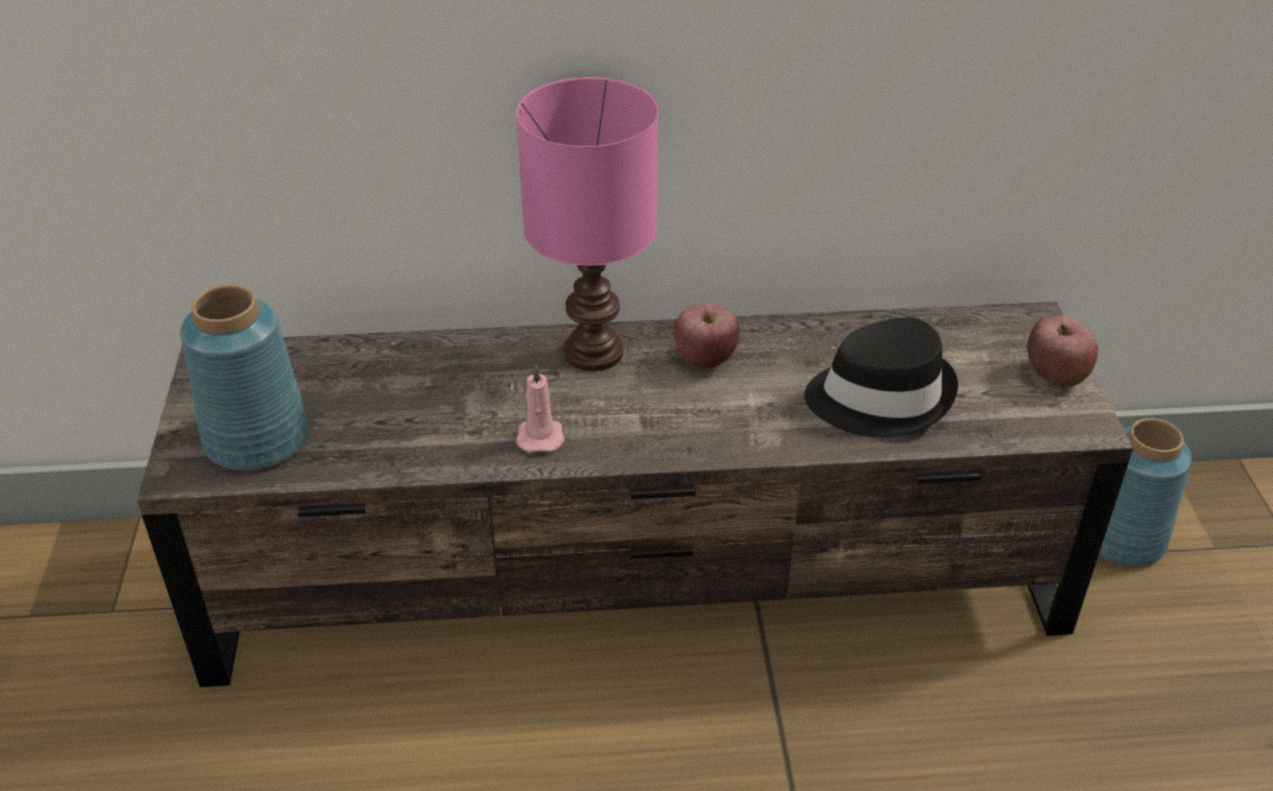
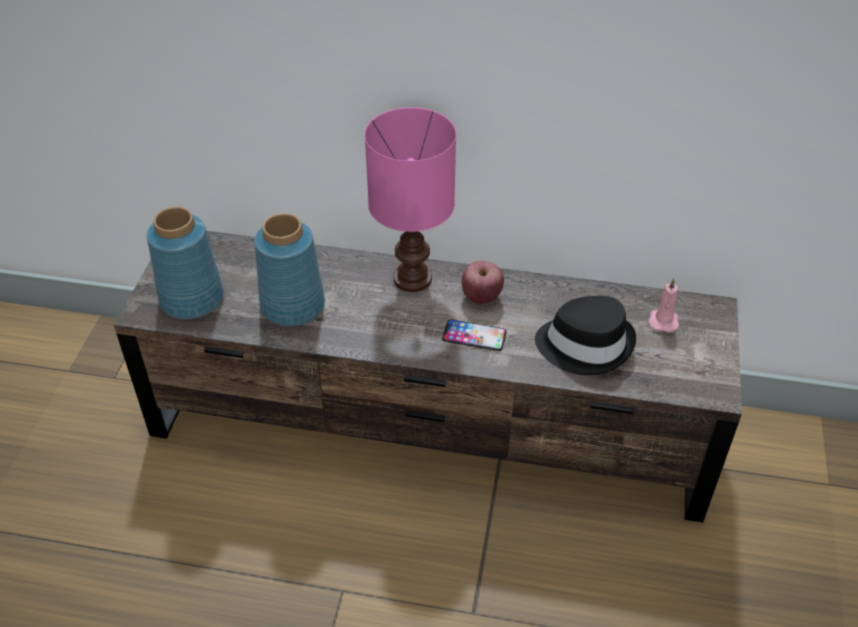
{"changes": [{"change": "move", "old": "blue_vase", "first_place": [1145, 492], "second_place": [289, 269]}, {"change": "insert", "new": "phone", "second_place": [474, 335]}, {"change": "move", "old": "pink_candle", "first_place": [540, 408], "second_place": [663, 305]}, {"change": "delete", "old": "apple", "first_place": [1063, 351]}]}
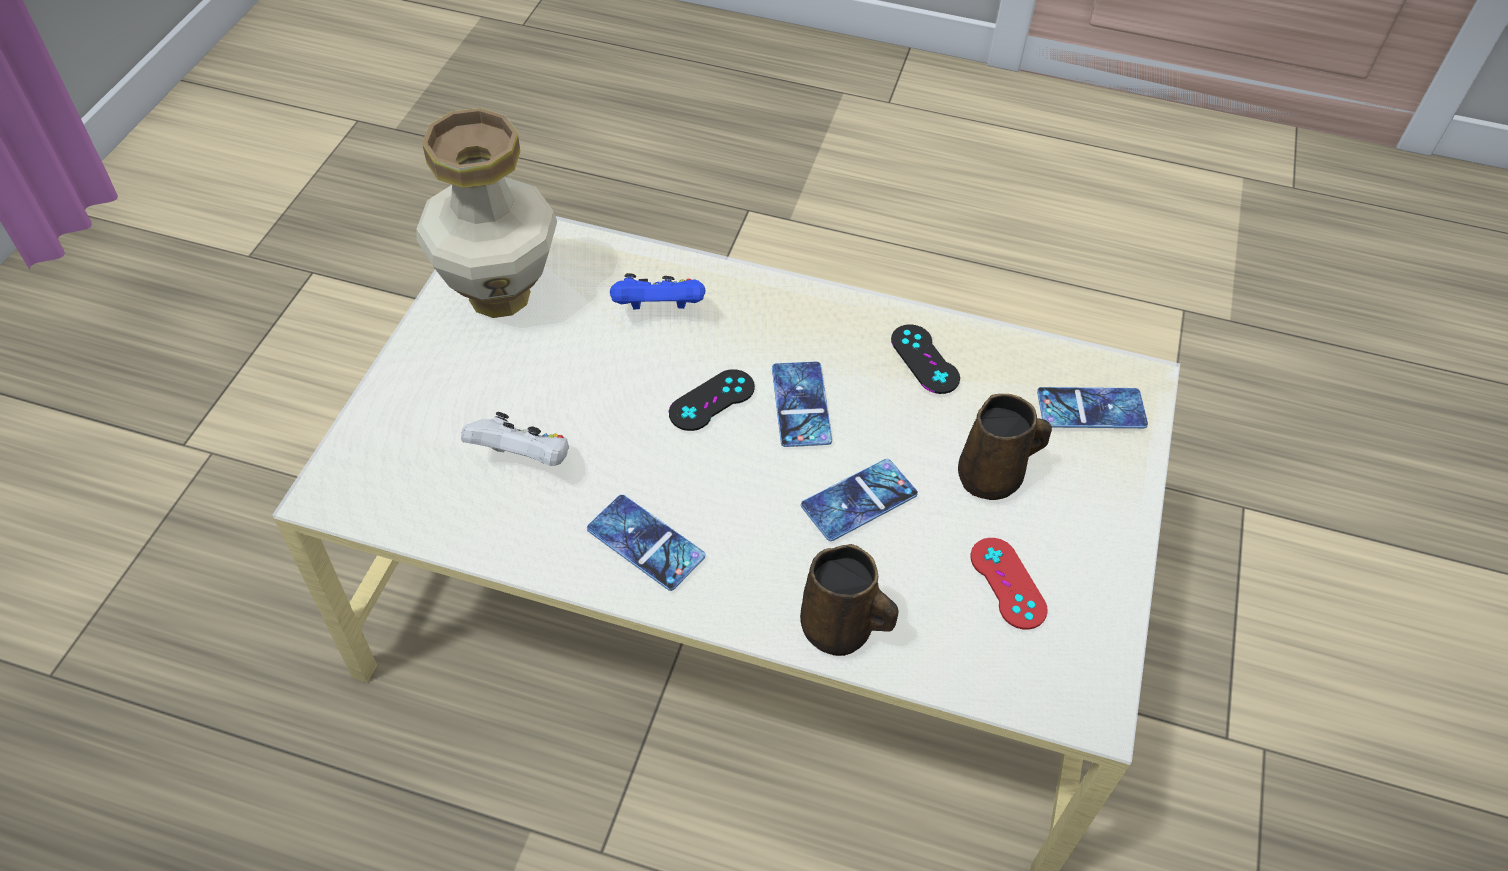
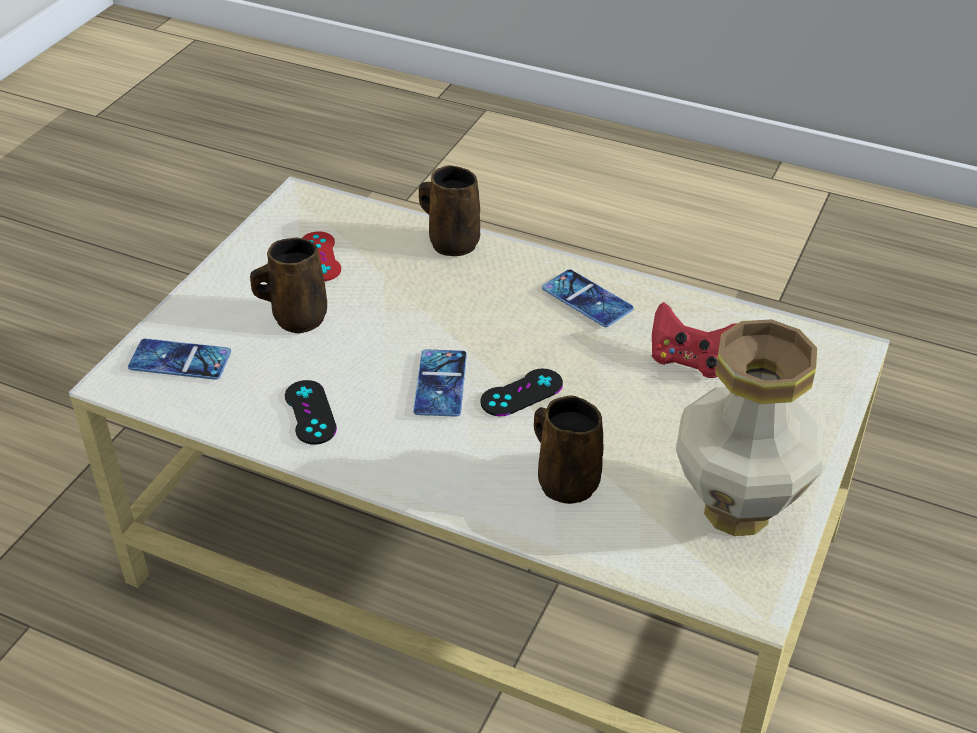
{"changes": [{"change": "replace", "old": "blue_game_controller", "new": "brown_mug", "first_place": [657, 291], "second_place": [569, 449]}, {"change": "recolor", "old": "white_game_controller", "new": "red_game_controller", "first_place": [515, 439], "second_place": [694, 340]}, {"change": "delete", "old": "phone", "first_place": [859, 500]}]}
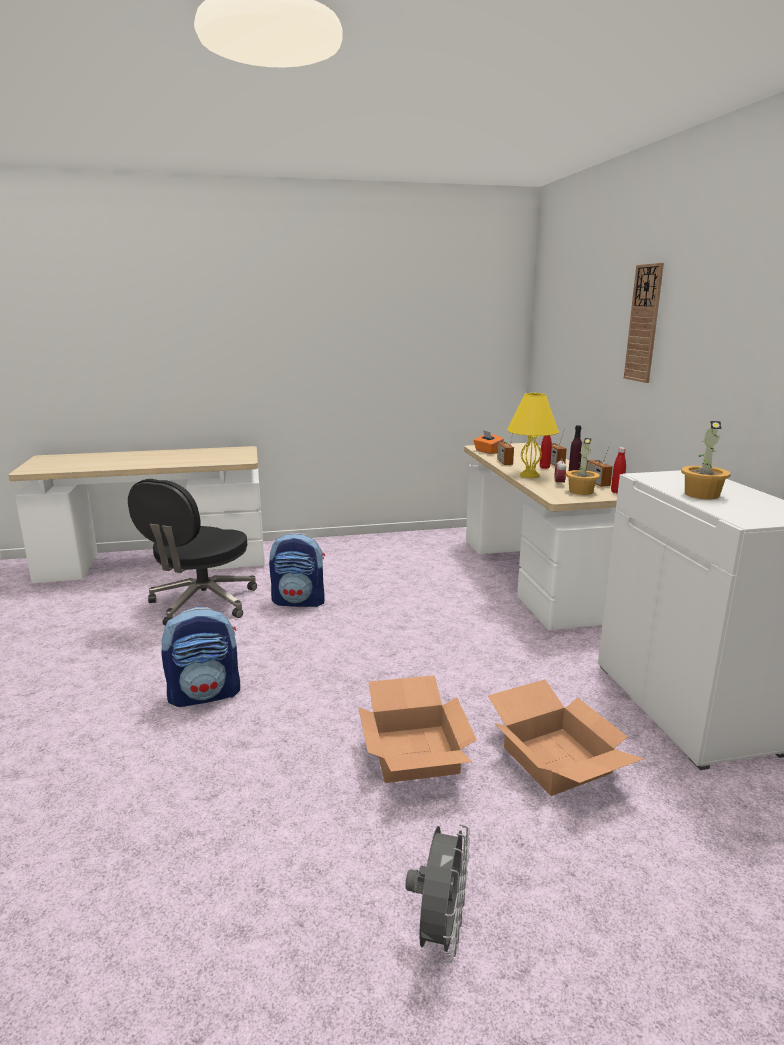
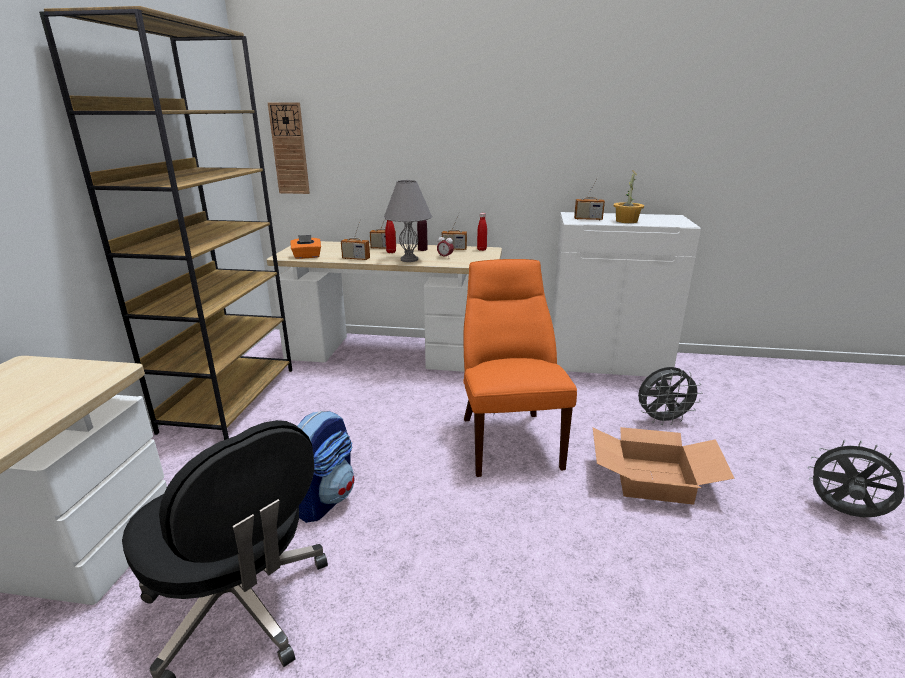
{"changes": [{"change": "insert", "new": "brown_bookcase", "second_place": [165, 223]}, {"change": "move", "old": "wall_clock", "first_place": [644, 323], "second_place": [289, 148]}, {"change": "recolor", "old": "yellow_table_lamp", "new": "grey_table_lamp", "first_place": [533, 435], "second_place": [408, 220]}, {"change": "insert", "new": "orange_chair", "second_place": [520, 368]}, {"change": "insert", "new": "radio", "second_place": [589, 199]}, {"change": "replace", "old": "cardboard_box", "new": "grey_fan", "first_place": [566, 737], "second_place": [670, 396]}, {"change": "delete", "old": "backpack", "first_place": [200, 657]}, {"change": "delete", "old": "potted_plant", "first_place": [583, 466]}]}
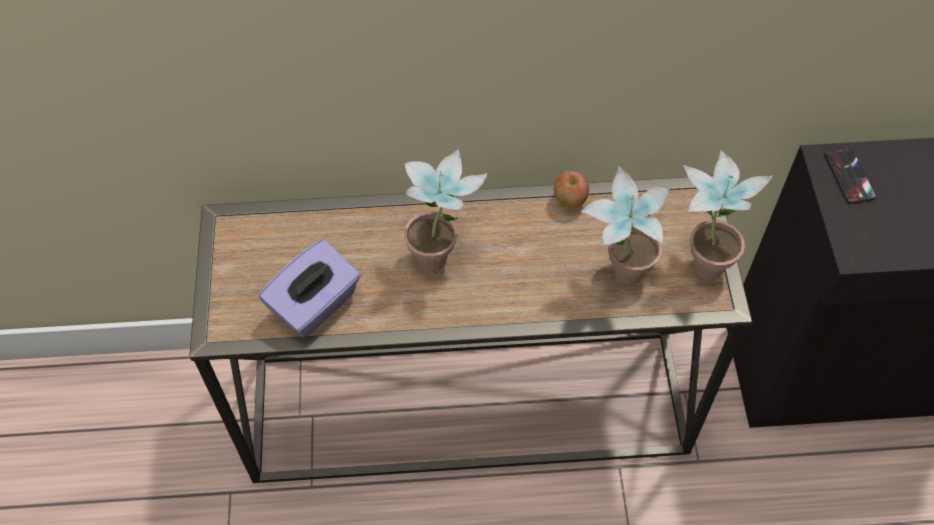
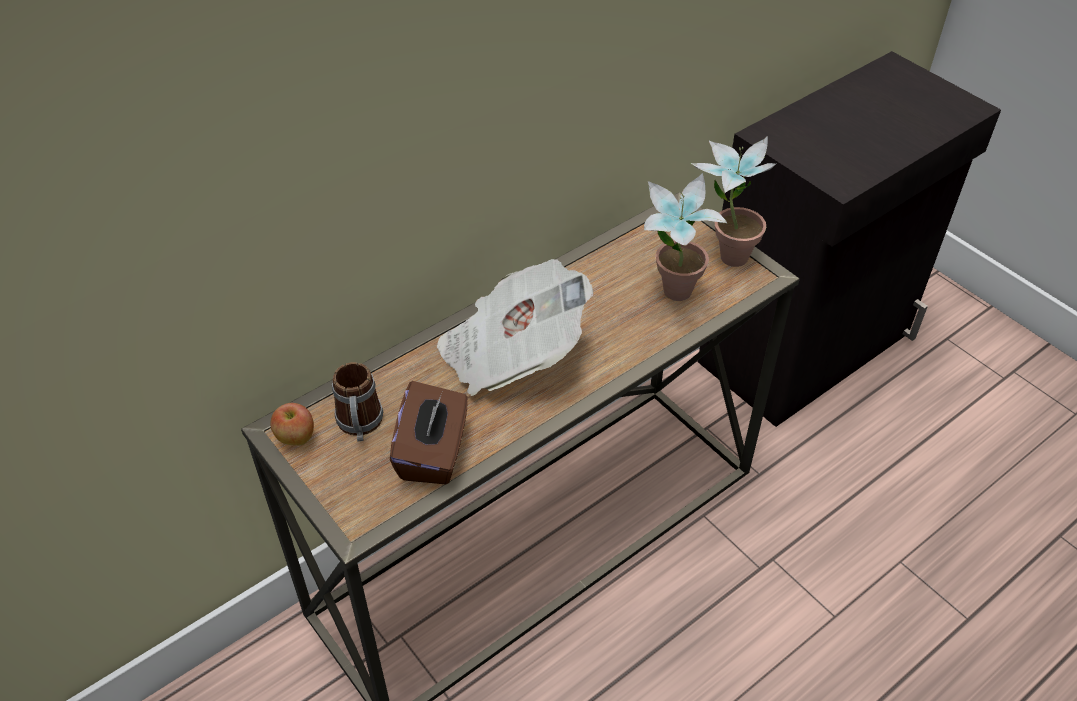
{"changes": [{"change": "move", "old": "apple", "first_place": [571, 190], "second_place": [292, 424]}, {"change": "insert", "new": "mug", "second_place": [357, 402]}, {"change": "recolor", "old": "purple_tissue_box", "new": "brown_tissue_box", "first_place": [309, 289], "second_place": [429, 432]}, {"change": "replace", "old": "potted_plant", "new": "newspaper", "first_place": [445, 210], "second_place": [515, 327]}, {"change": "delete", "old": "phone", "first_place": [850, 175]}]}
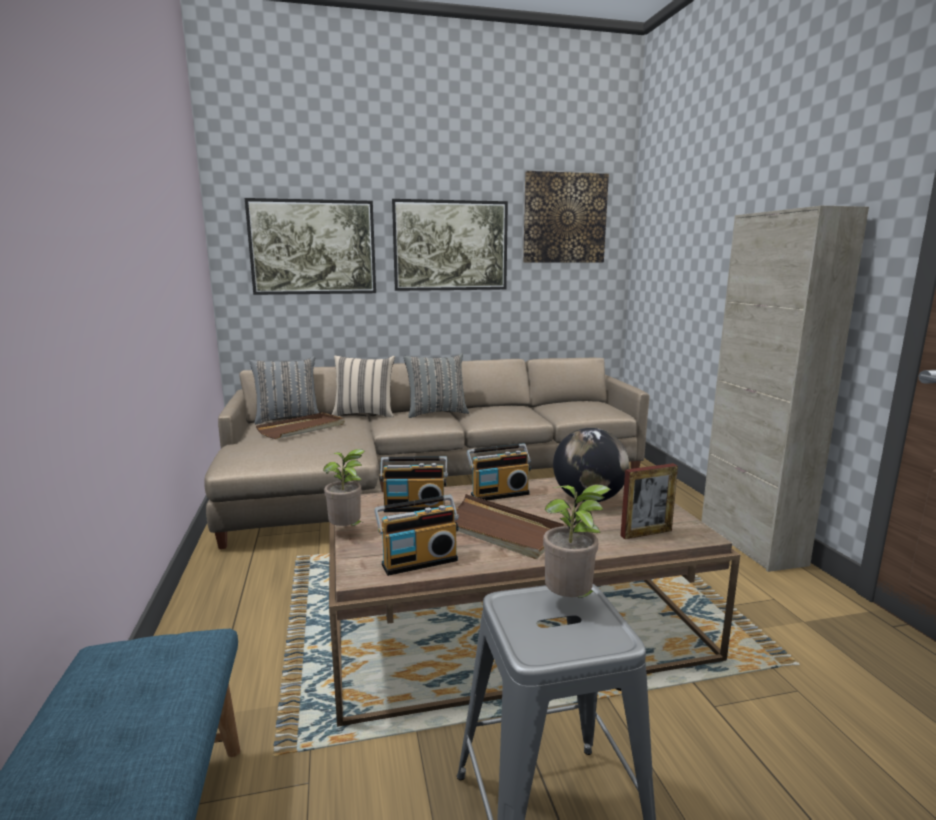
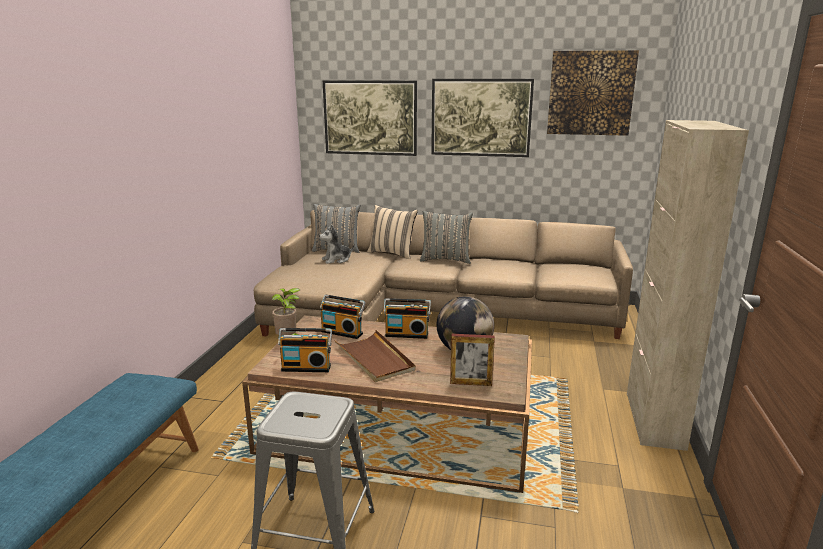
{"changes": [{"change": "replace", "old": "brown_tray", "new": "plush_toy", "first_place": [300, 425], "second_place": [337, 244]}, {"change": "delete", "old": "potted_plant", "first_place": [577, 541]}]}
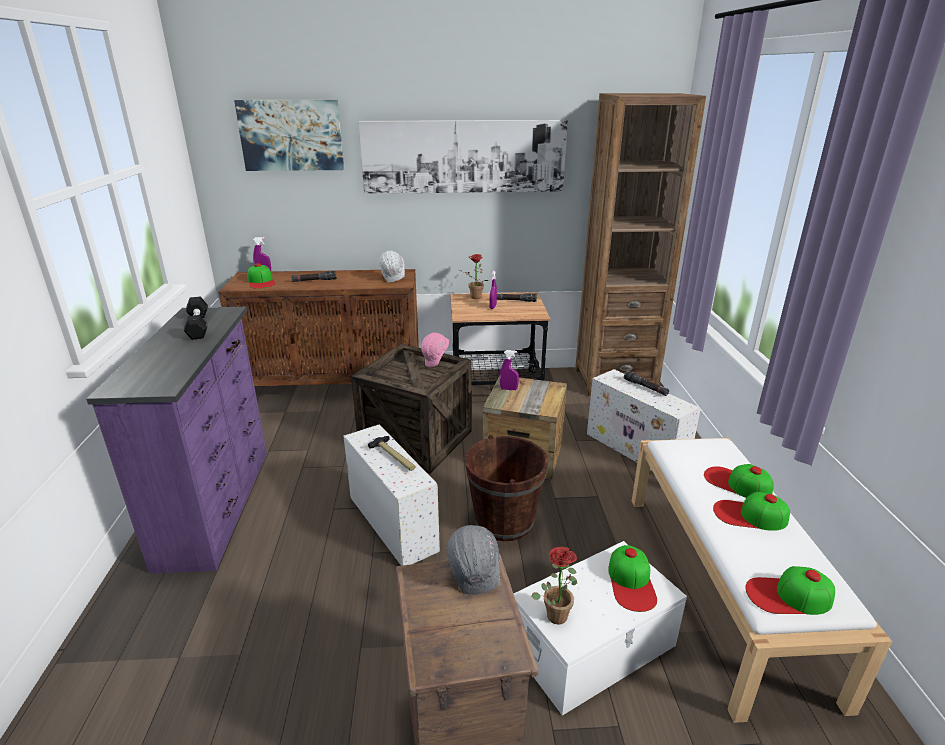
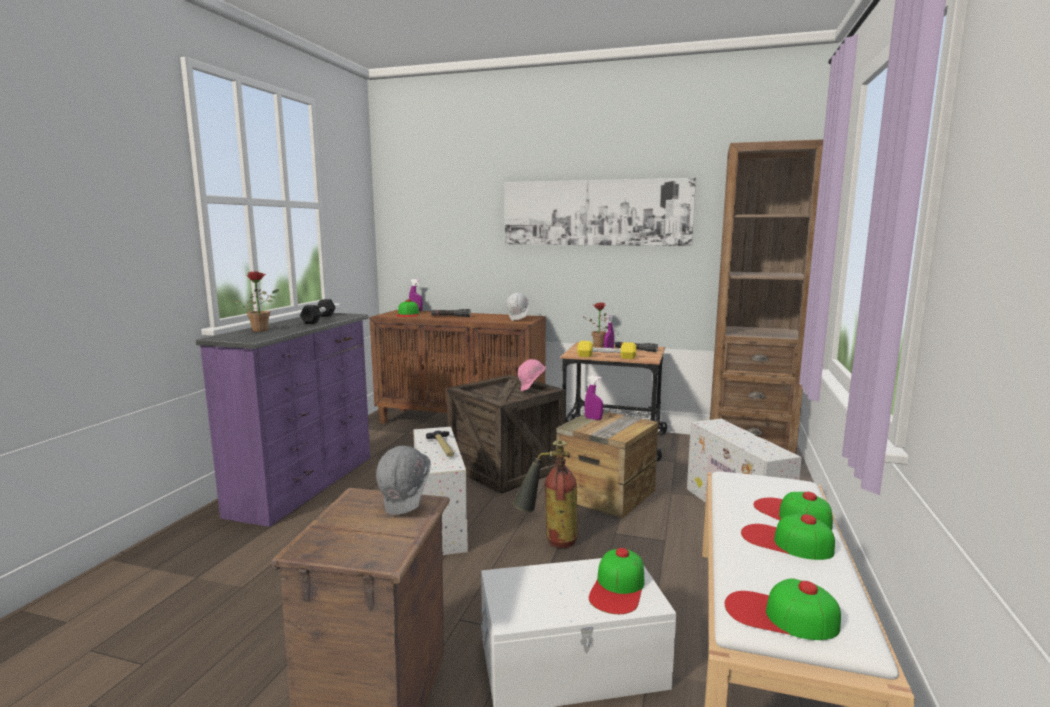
{"changes": [{"change": "move", "old": "potted_plant", "first_place": [554, 586], "second_place": [257, 301]}, {"change": "replace", "old": "brown_bucket", "new": "fire_extinguisher", "first_place": [507, 488], "second_place": [545, 494]}, {"change": "insert", "new": "yellow_dumbbell", "second_place": [606, 350]}, {"change": "delete", "old": "picture", "first_place": [289, 135]}, {"change": "delete", "old": "black_flashlight", "first_place": [646, 383]}]}
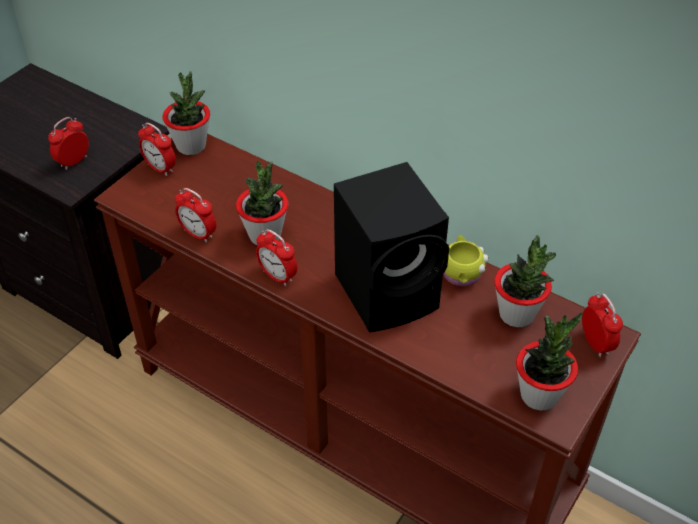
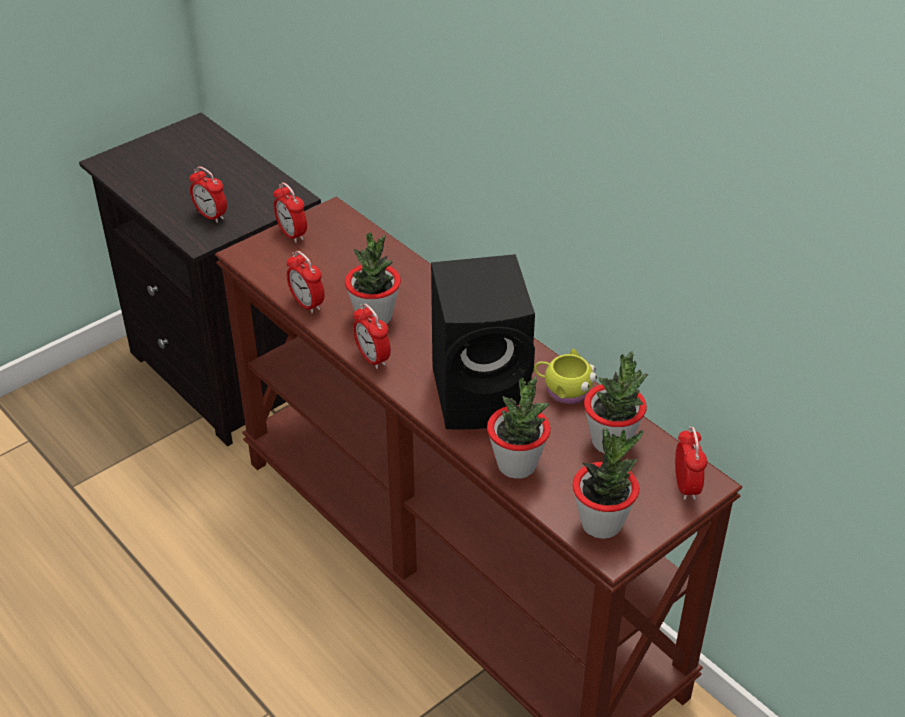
{"changes": [{"change": "rotate", "old": "alarm_clock", "first_place": [68, 143], "second_place": [208, 194], "degrees": -105}, {"change": "move", "old": "potted_plant", "first_place": [186, 113], "second_place": [519, 428]}]}
